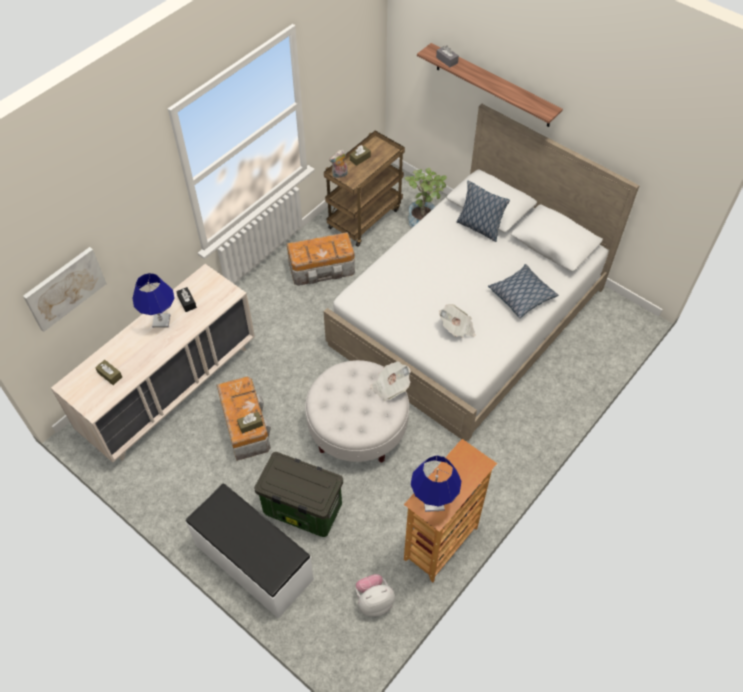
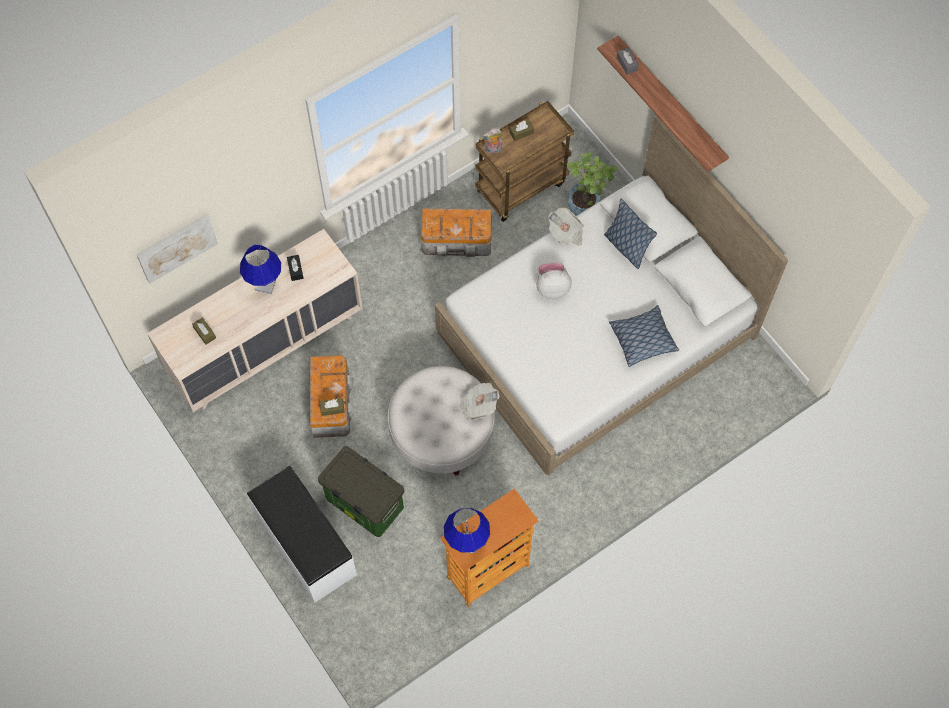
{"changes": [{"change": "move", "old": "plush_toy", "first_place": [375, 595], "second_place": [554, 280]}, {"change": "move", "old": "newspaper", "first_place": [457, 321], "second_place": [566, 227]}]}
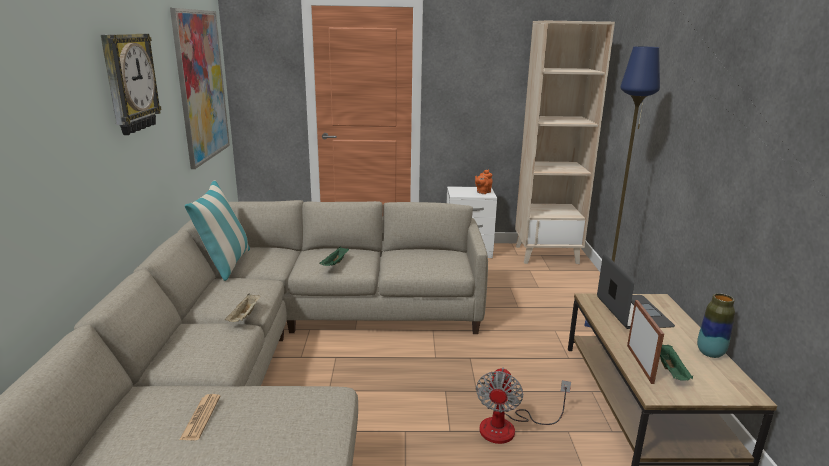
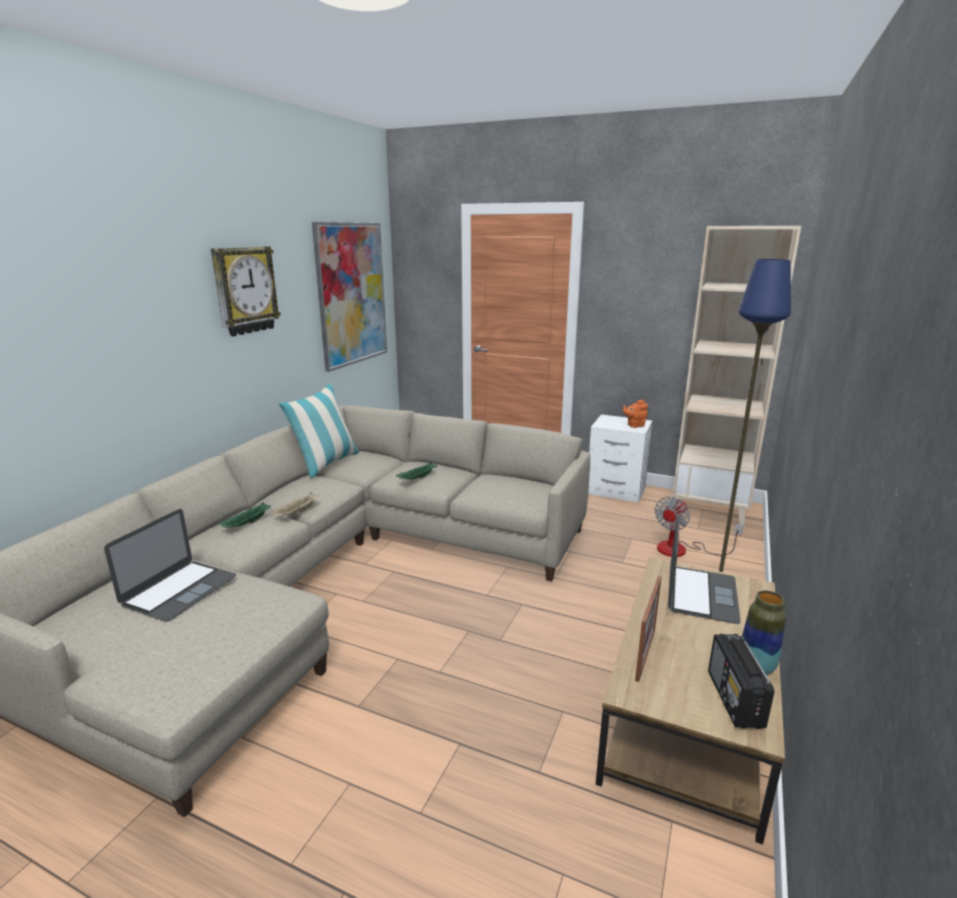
{"changes": [{"change": "replace", "old": "newspaper", "new": "laptop", "first_place": [200, 417], "second_place": [170, 565]}, {"change": "move", "old": "green_tray", "first_place": [676, 362], "second_place": [244, 515]}, {"change": "move", "old": "fan", "first_place": [523, 405], "second_place": [699, 527]}, {"change": "insert", "new": "radio", "second_place": [741, 681]}]}
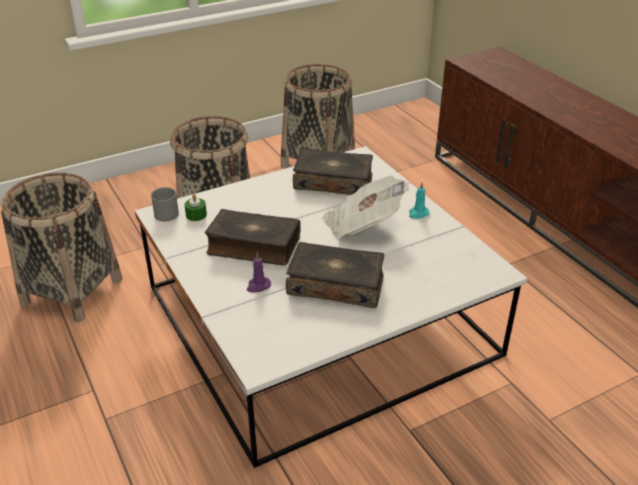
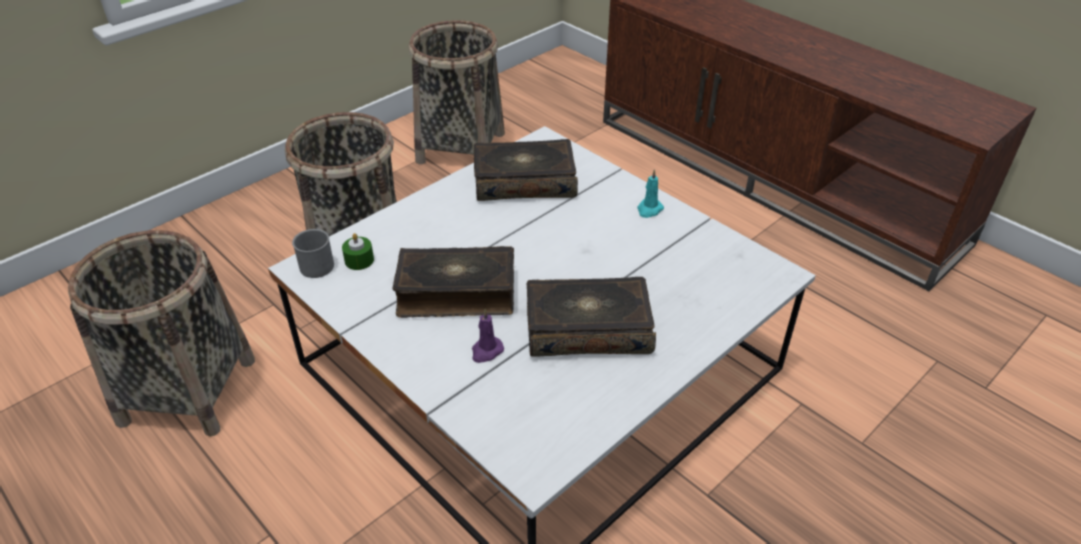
{"changes": [{"change": "delete", "old": "newspaper", "first_place": [365, 206]}]}
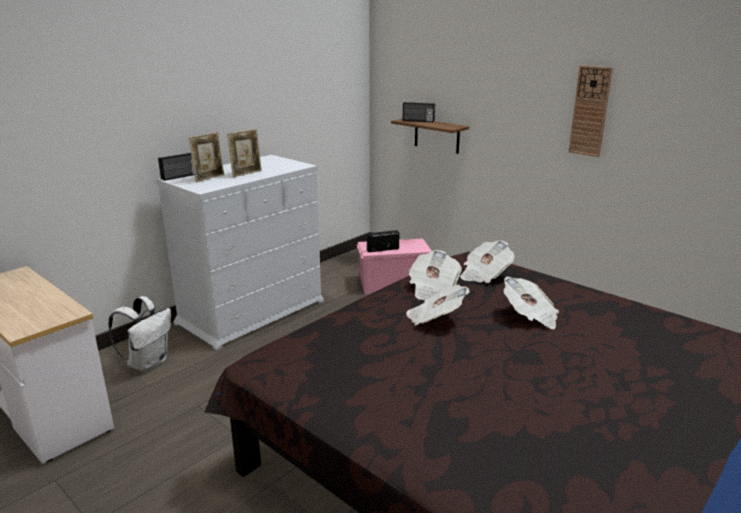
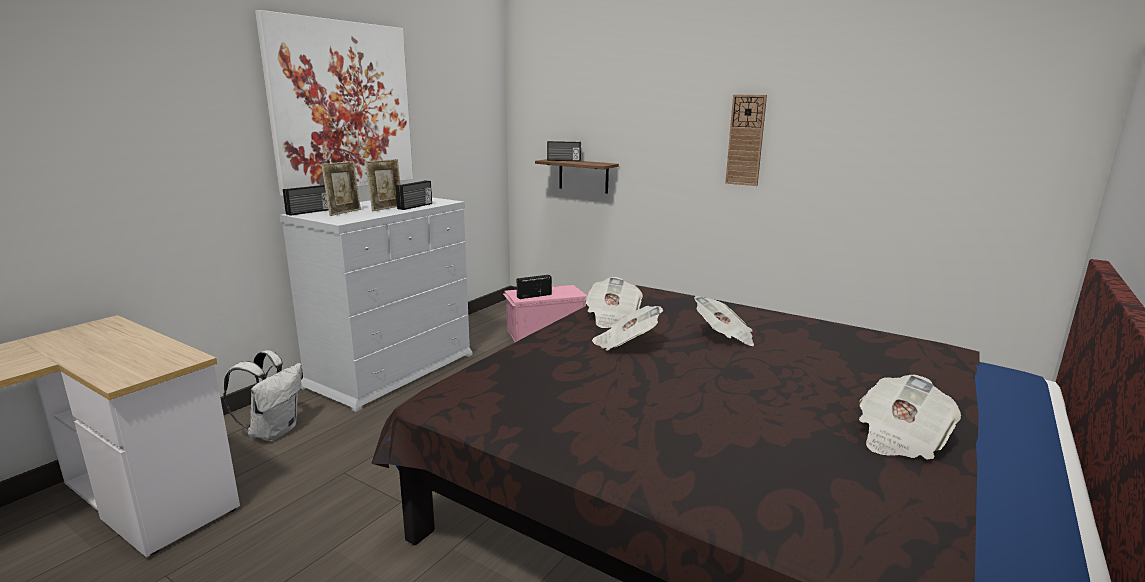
{"changes": [{"change": "insert", "new": "picture", "second_place": [334, 103]}, {"change": "insert", "new": "radio", "second_place": [414, 195]}, {"change": "move", "old": "newspaper", "first_place": [487, 262], "second_place": [910, 417]}]}
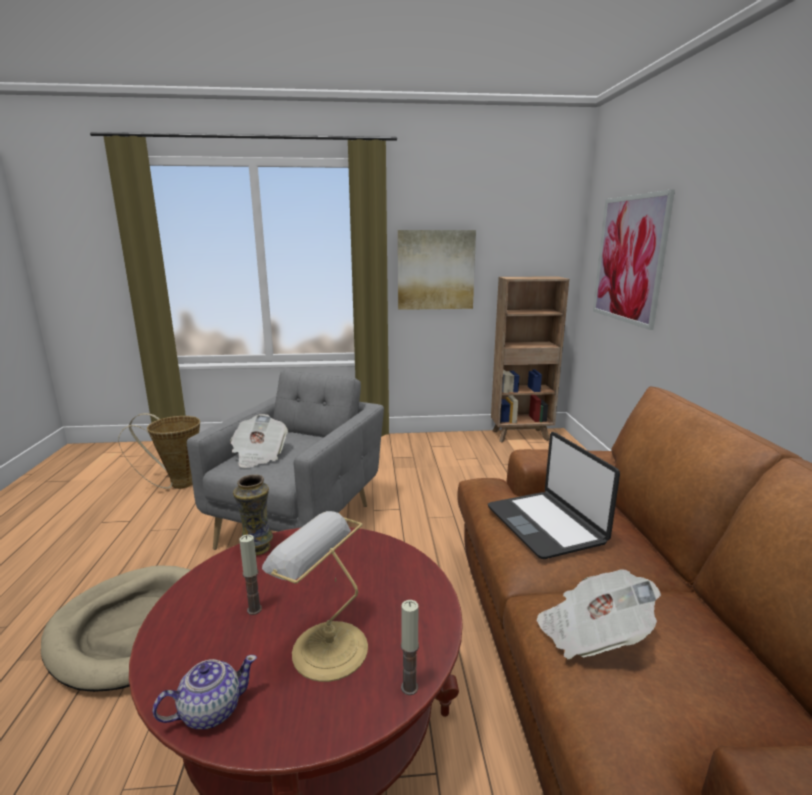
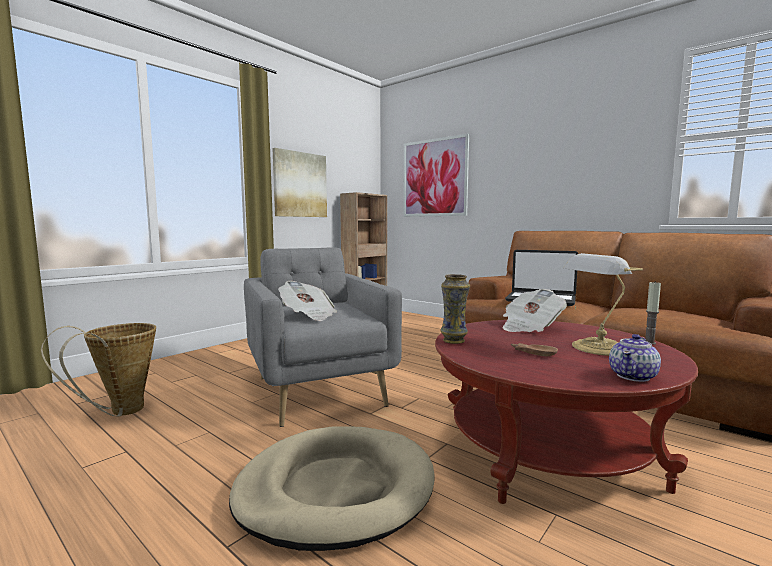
{"changes": [{"change": "move", "old": "newspaper", "first_place": [599, 614], "second_place": [535, 310]}, {"change": "replace", "old": "candle", "new": "brown_bowl", "first_place": [250, 574], "second_place": [534, 349]}, {"change": "rotate", "old": "teapot", "first_place": [204, 692], "second_place": [635, 358], "degrees": -150}]}
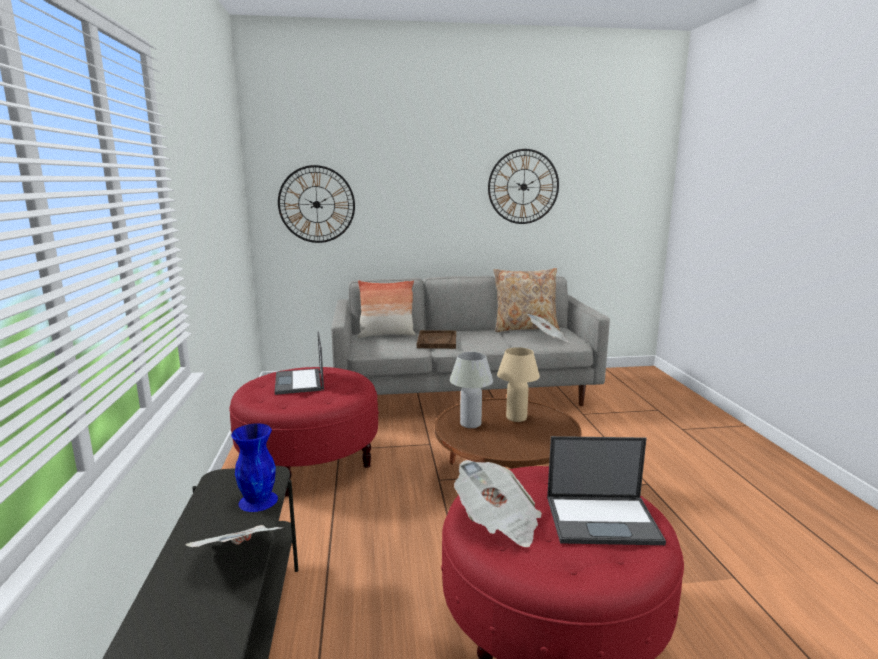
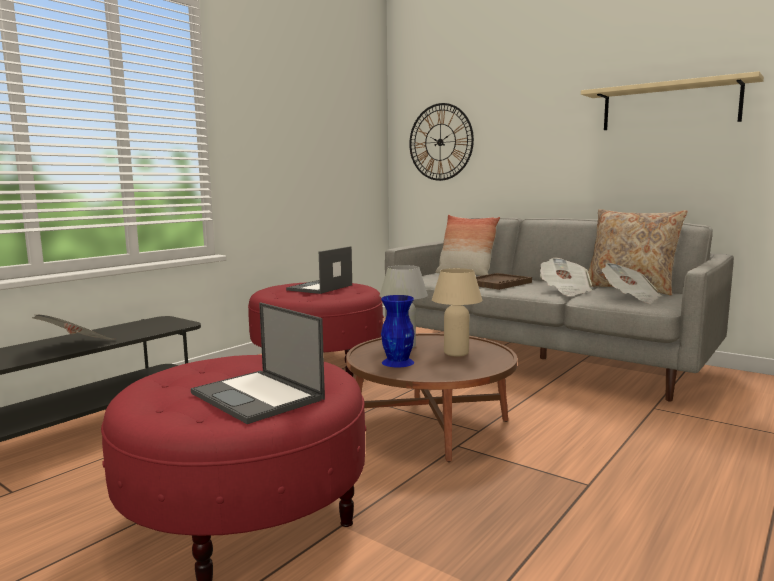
{"changes": [{"change": "move", "old": "blue_vase", "first_place": [254, 467], "second_place": [398, 331]}, {"change": "move", "old": "newspaper", "first_place": [498, 503], "second_place": [566, 277]}, {"change": "replace", "old": "wall_clock", "new": "beige_shelf", "first_place": [523, 186], "second_place": [672, 100]}]}
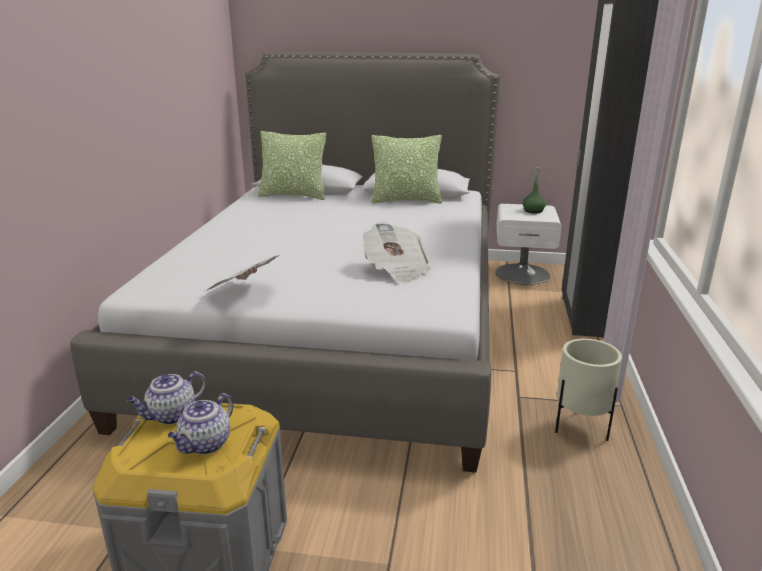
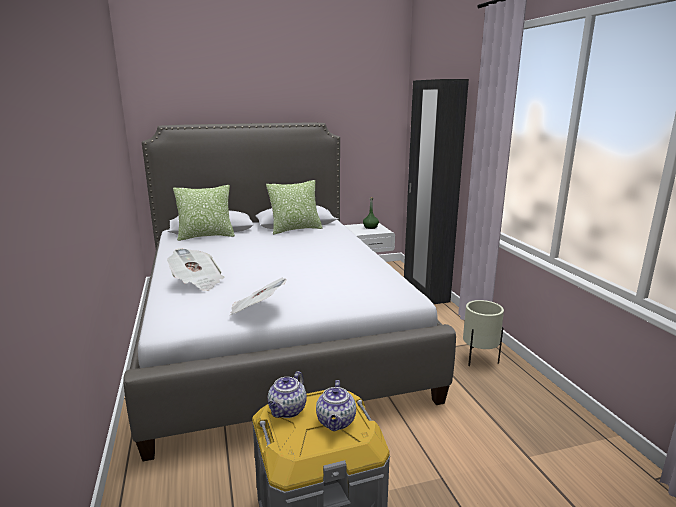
{"changes": [{"change": "move", "old": "newspaper", "first_place": [396, 253], "second_place": [195, 269]}]}
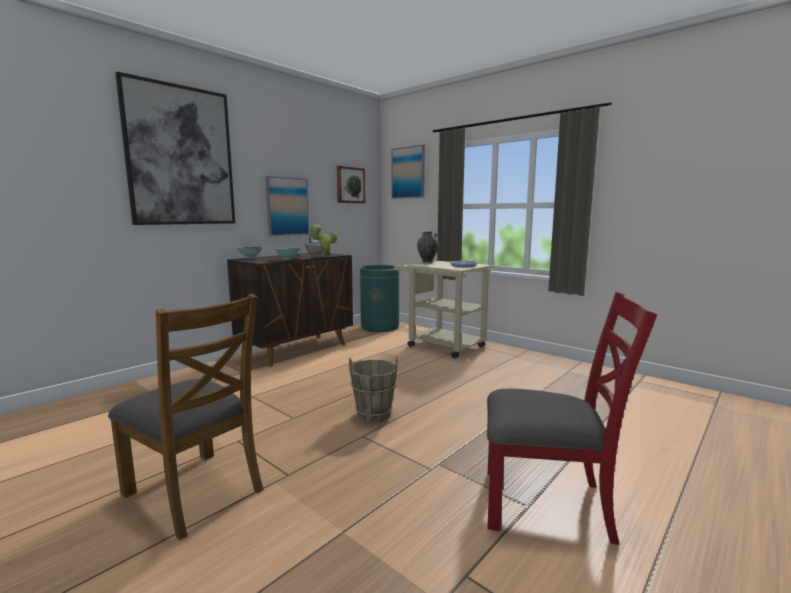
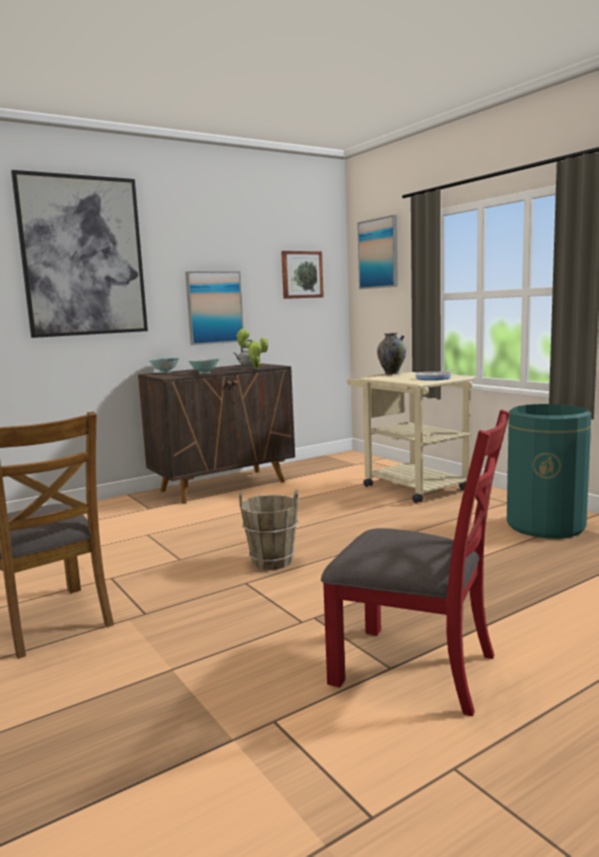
{"changes": [{"change": "move", "old": "green_trash_can", "first_place": [379, 298], "second_place": [549, 471]}]}
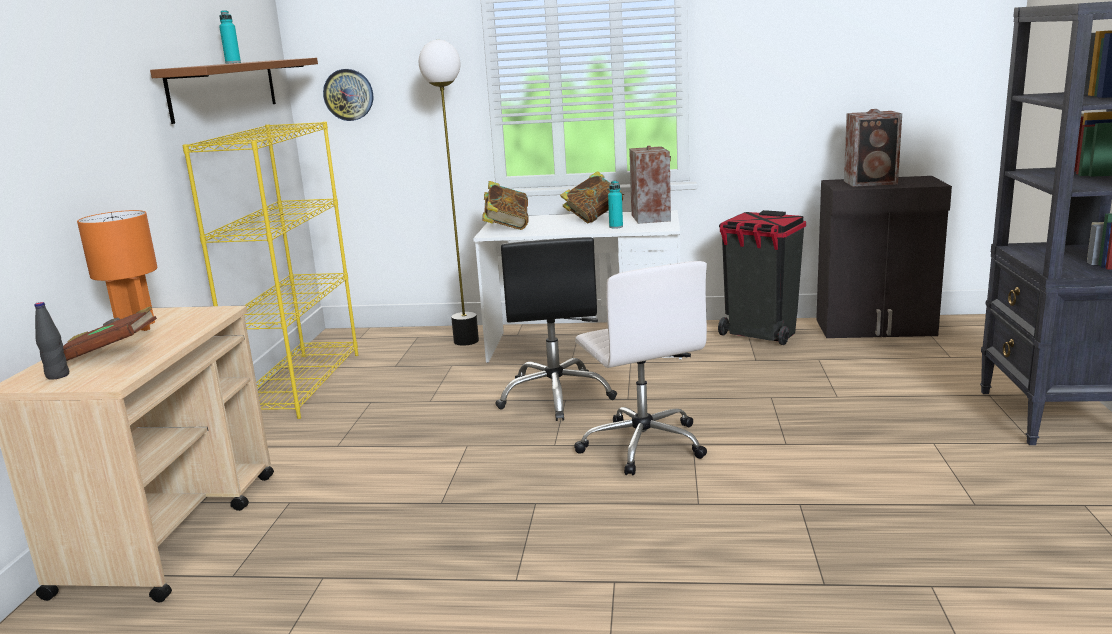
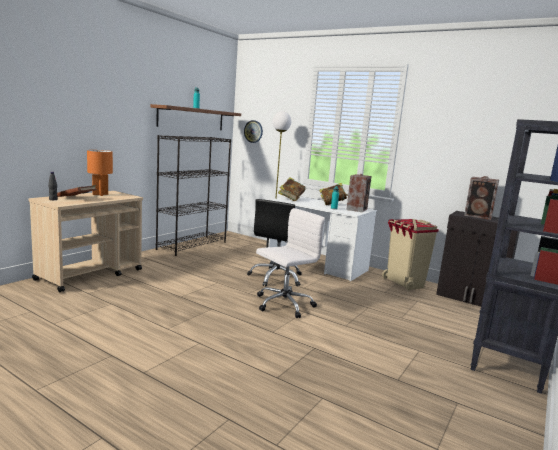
{"changes": [{"change": "recolor", "old": "yellow_bookcase", "new": "black_bookcase", "first_place": [270, 270], "second_place": [193, 195]}, {"change": "rotate", "old": "white_office_chair", "first_place": [640, 368], "second_place": [290, 263], "degrees": -135}, {"change": "recolor", "old": "black_trash_can", "new": "beige_trash_can", "first_place": [762, 277], "second_place": [410, 255]}]}
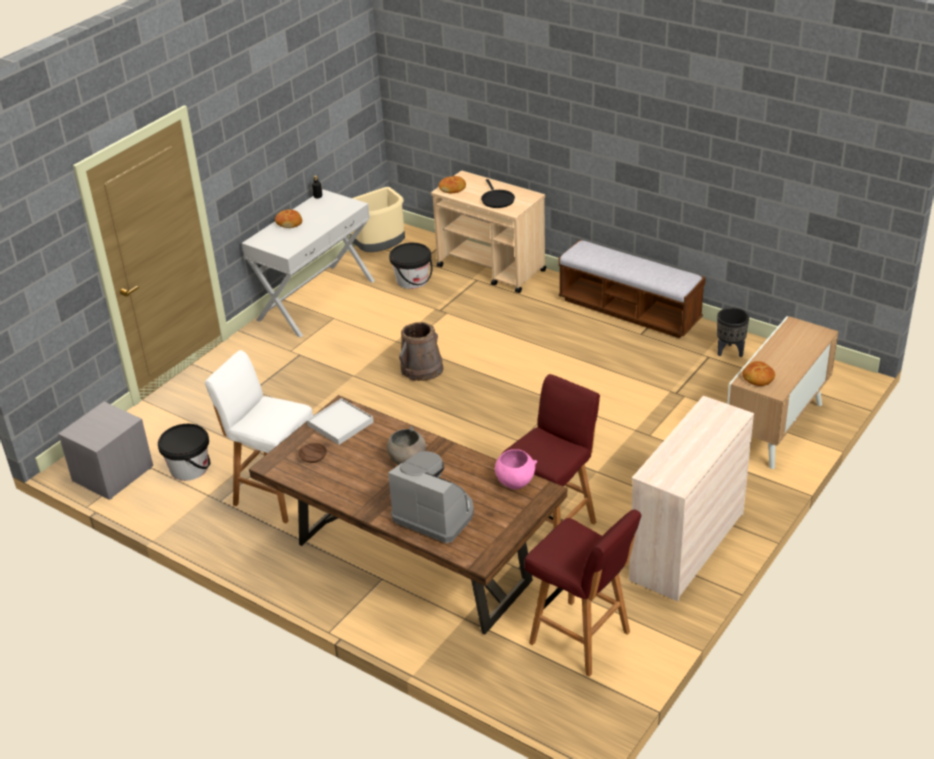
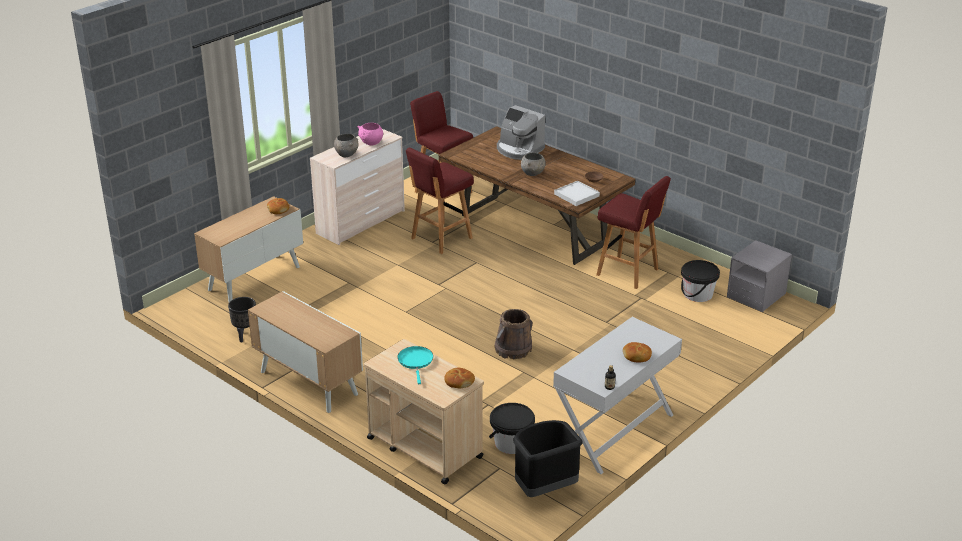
{"changes": [{"change": "replace", "old": "bench", "new": "cabinet", "first_place": [632, 289], "second_place": [305, 352]}, {"change": "insert", "new": "grey_bowl", "second_place": [346, 145]}, {"change": "move", "old": "pink_bowl", "first_place": [516, 469], "second_place": [370, 134]}, {"change": "recolor", "old": "black_frying_pan", "new": "turquoise_frying_pan", "first_place": [498, 193], "second_place": [415, 365]}, {"change": "recolor", "old": "beige_trash_can", "new": "black_trash_can", "first_place": [377, 219], "second_place": [548, 458]}, {"change": "recolor", "old": "white_stool", "new": "red_stool", "first_place": [259, 436], "second_place": [633, 232]}]}
